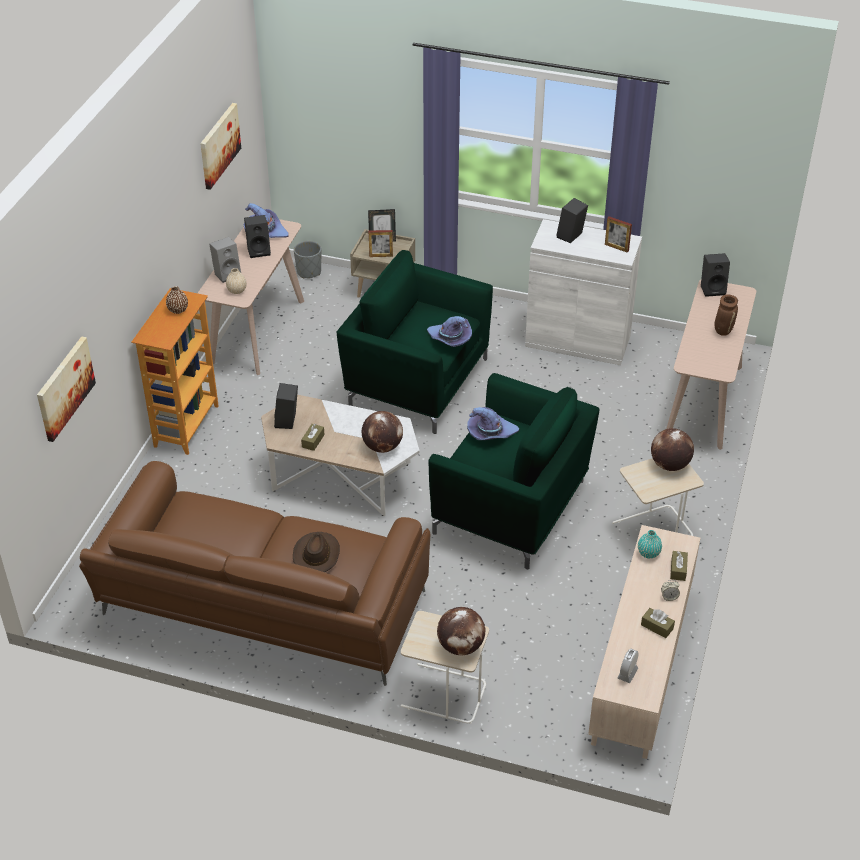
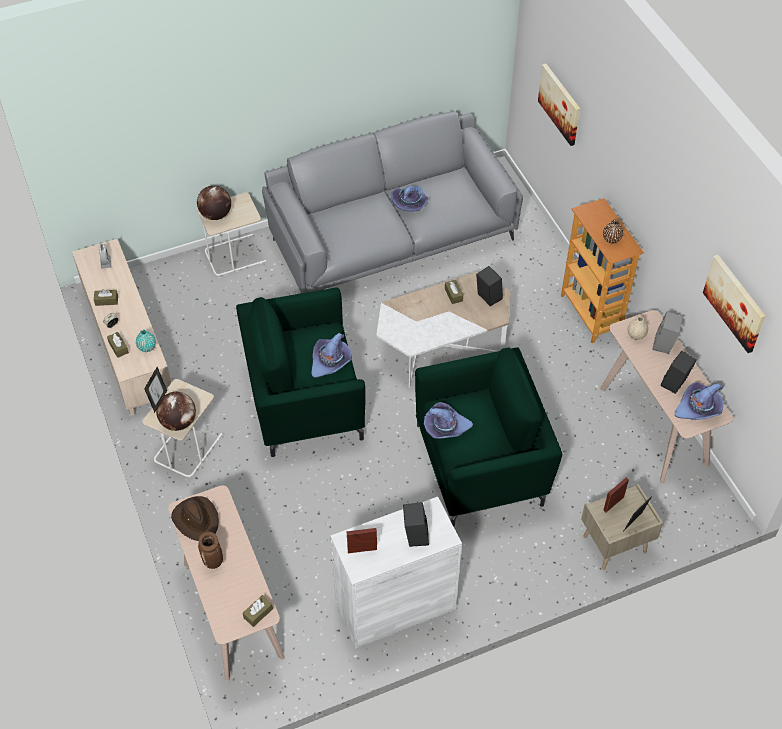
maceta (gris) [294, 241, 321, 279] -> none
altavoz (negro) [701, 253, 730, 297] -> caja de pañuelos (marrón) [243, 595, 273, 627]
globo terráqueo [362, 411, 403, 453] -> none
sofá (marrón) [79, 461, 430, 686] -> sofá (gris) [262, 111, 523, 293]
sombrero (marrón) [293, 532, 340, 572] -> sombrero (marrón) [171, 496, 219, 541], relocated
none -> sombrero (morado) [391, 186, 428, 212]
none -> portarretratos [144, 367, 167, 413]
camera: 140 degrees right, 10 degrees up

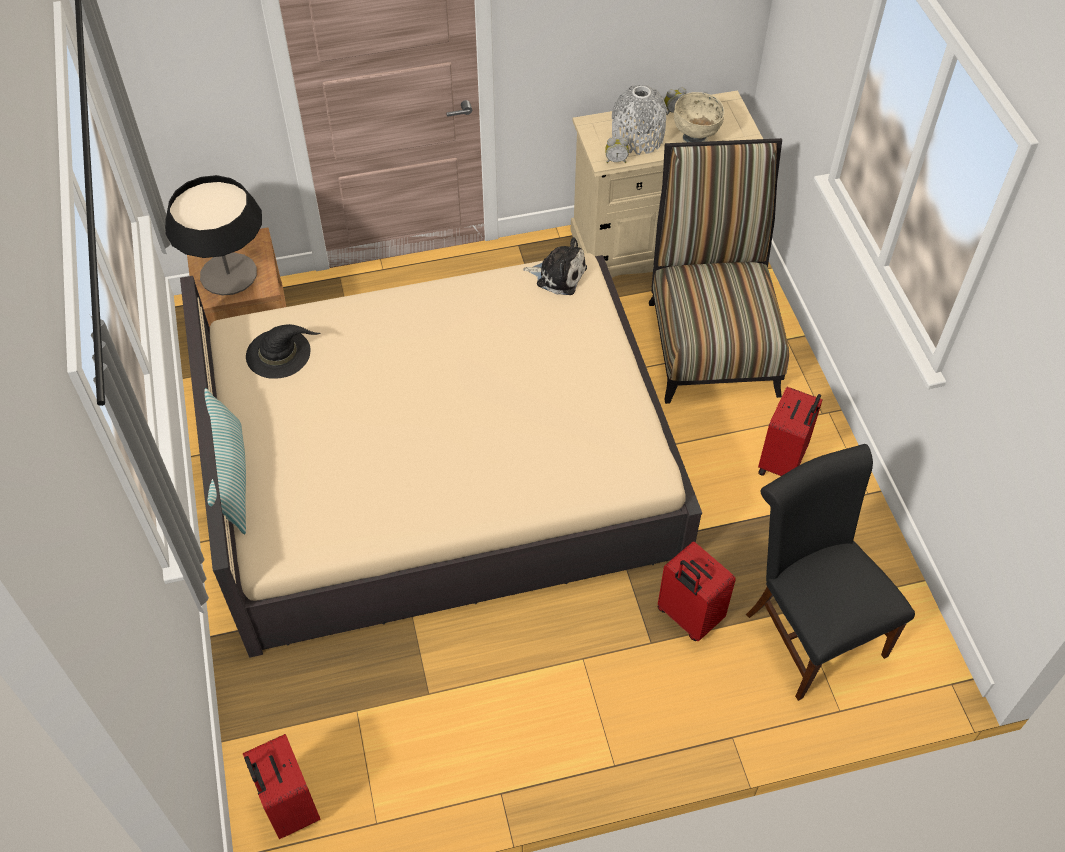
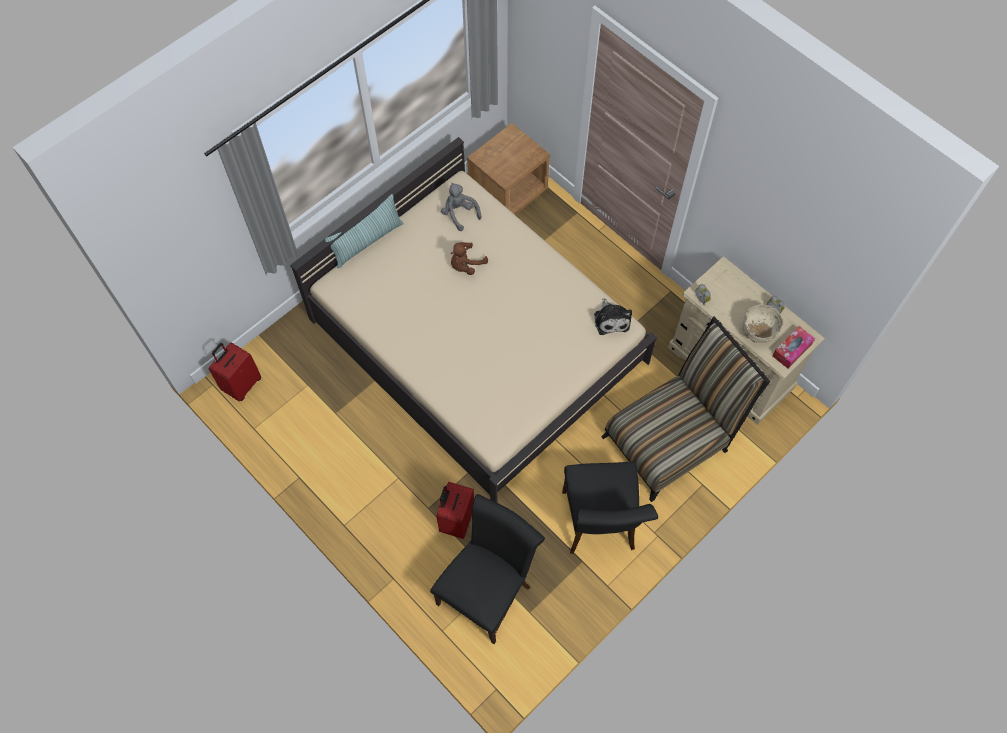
florero (gris) [612, 85, 668, 155] -> none
lámpara de mesa [165, 175, 262, 295] -> none
sombrero (negro) [246, 324, 320, 378] -> peluche (gris) [441, 183, 481, 231]
maleta (rojo) [758, 387, 823, 476] -> silla (negro) [562, 461, 658, 554]
none -> peluche (marrón) [450, 242, 488, 275]
none -> caja de pañuelos [772, 326, 815, 368]
camera: 60 degrees right, 10 degrees up

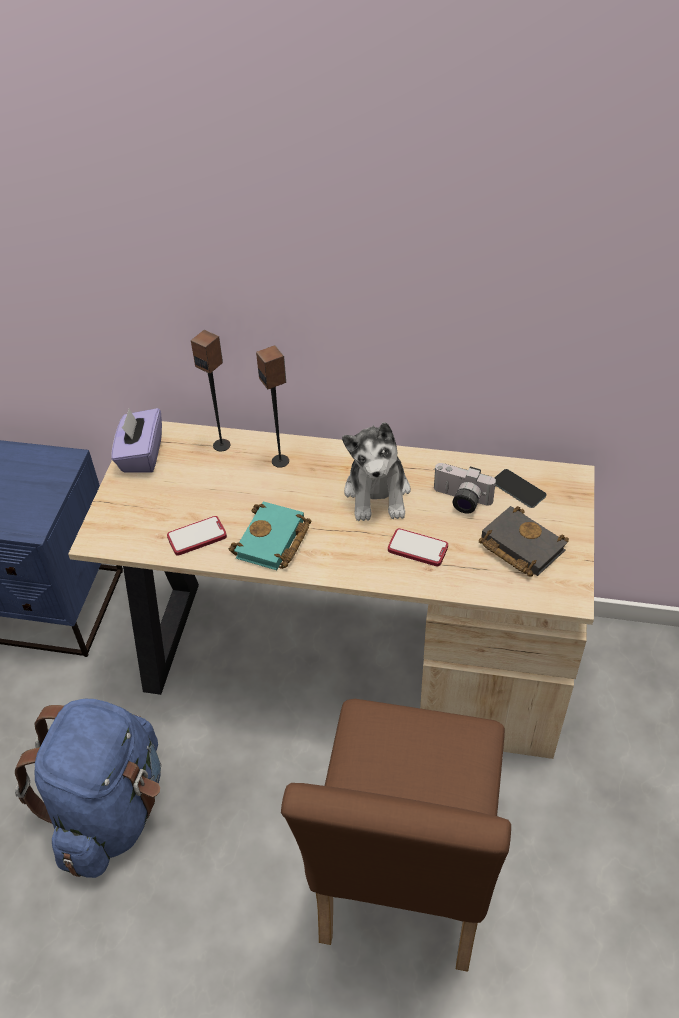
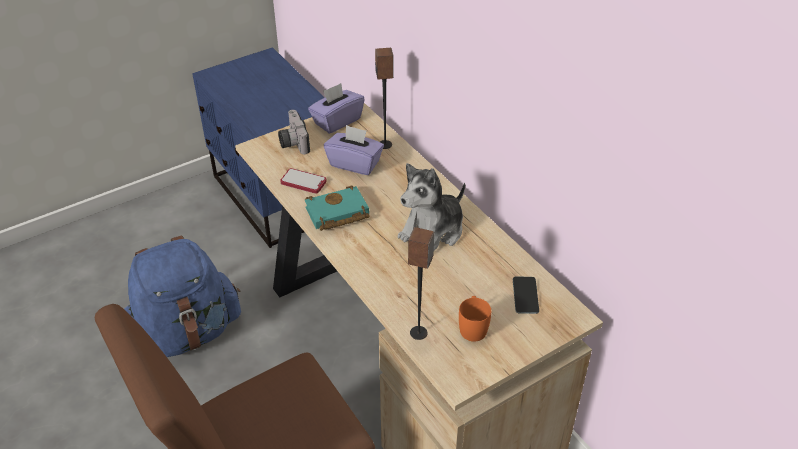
altavoz [256, 345, 289, 468] -> altavoz [408, 227, 434, 340], relocated
cámara [434, 463, 496, 514] -> cámara [278, 110, 310, 154], relocated
libro (negro) [479, 506, 569, 577] -> taza grande (naranja) [459, 296, 491, 342]
móvil [388, 528, 448, 567] -> none
none -> caja de pañuelos (morado) [324, 125, 384, 175]
camera: 45 degrees right, 5 degrees down

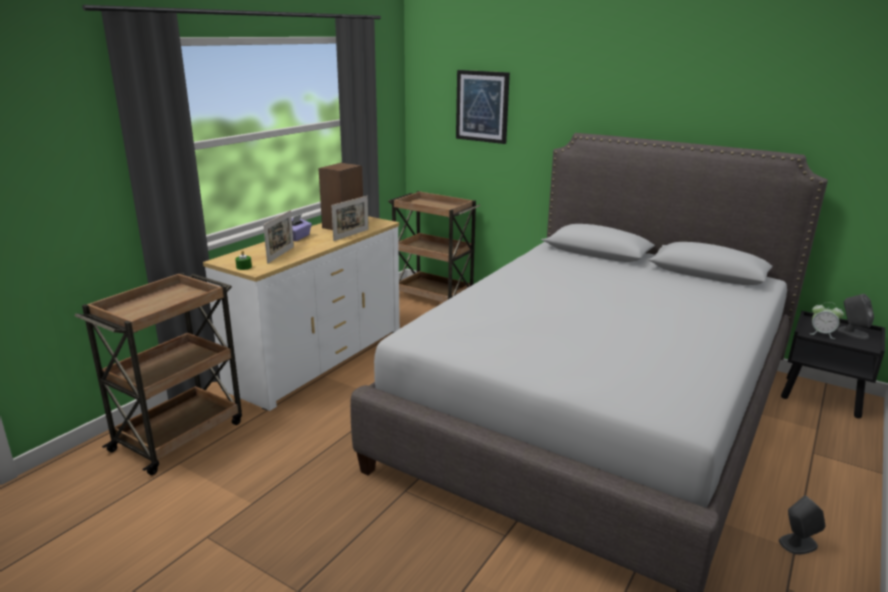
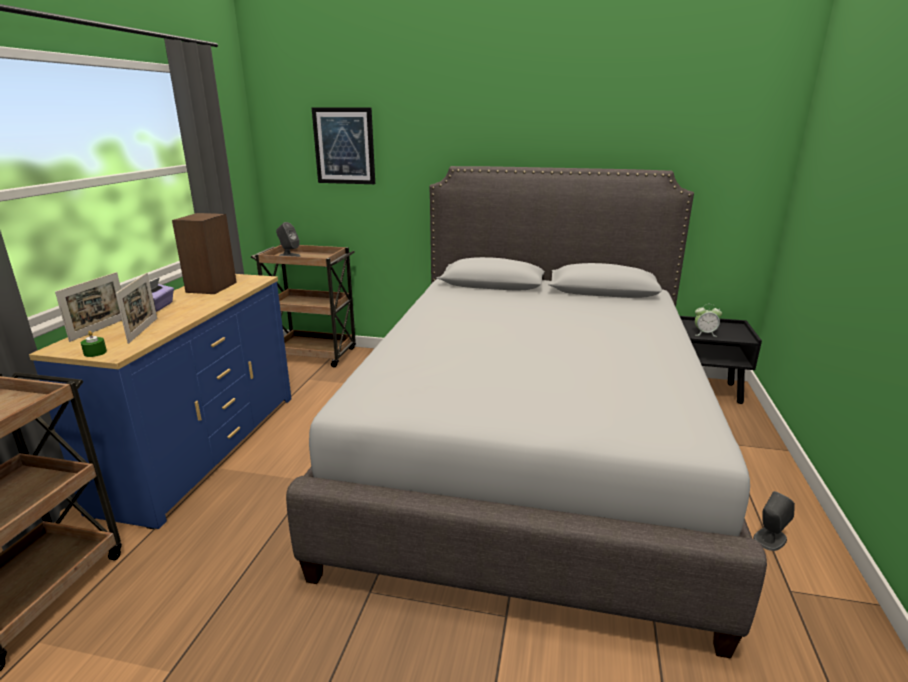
portarretratos [331, 196, 369, 241] -> portarretratos [55, 272, 122, 342], relocated
cómoda (blanco) [203, 216, 400, 411] -> cómoda (azul) [29, 274, 291, 529]
altavoz (gris) [837, 294, 874, 339] -> altavoz (gris) [276, 222, 300, 257], relocated
camera: 20 degrees left, 0 degrees up

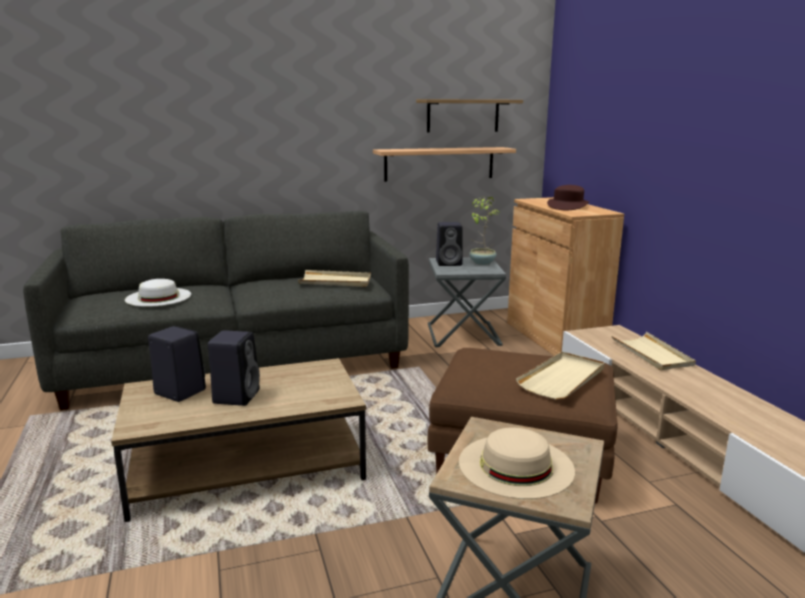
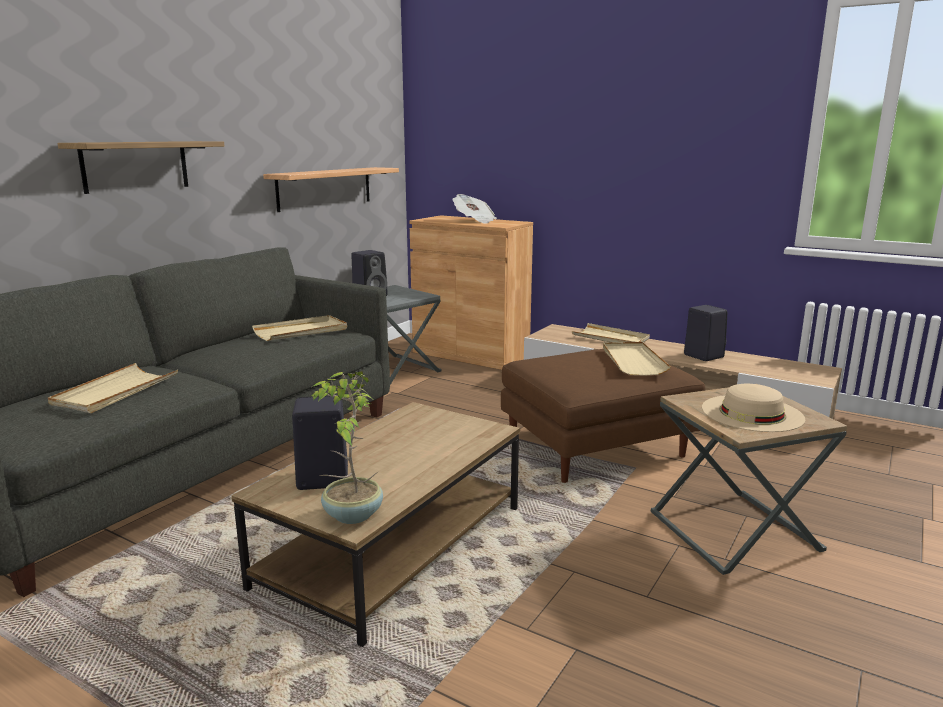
estante [416, 99, 523, 132] -> estante [57, 141, 224, 194], relocated
sombrero (marrón) [547, 185, 589, 210] -> periódico [452, 194, 497, 224]
planta en maceta [469, 196, 500, 265] -> planta en maceta [311, 371, 383, 524], relocated
sombrero (blanco) [125, 279, 191, 307] -> bandeja (beis) [48, 363, 178, 413]
altavoz (negro) [208, 330, 260, 406] -> altavoz (negro) [684, 305, 727, 361], relocated
camera: 40 degrees left, 0 degrees up

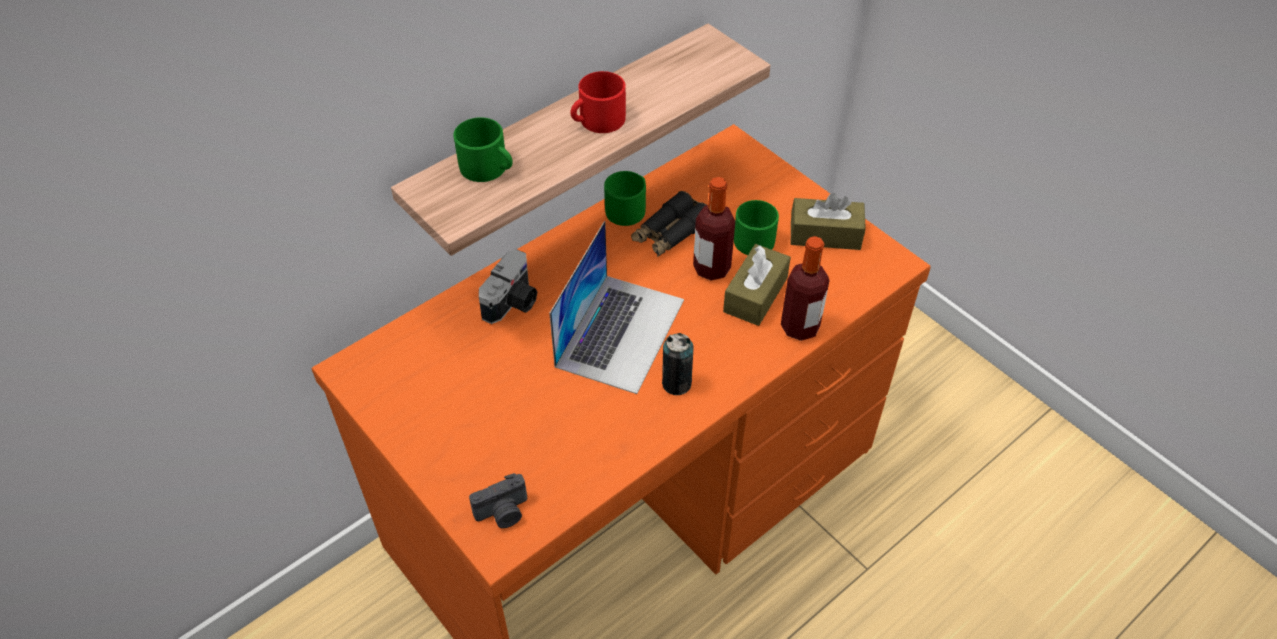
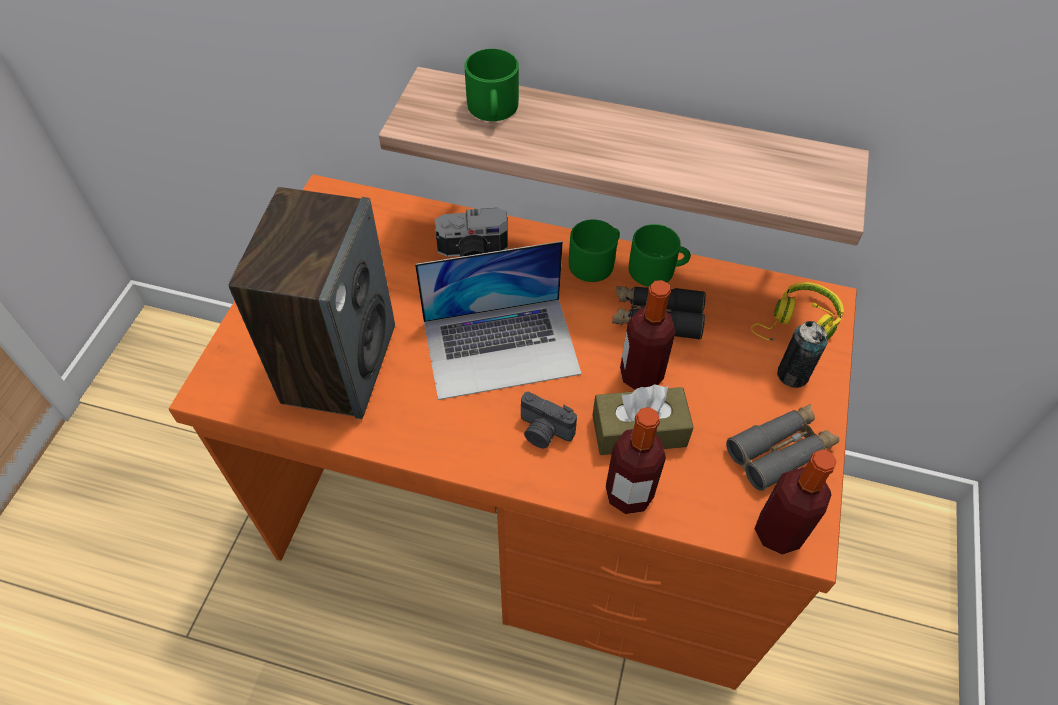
taza grande (rojo) [570, 71, 626, 133] -> none
caja de pañuelos (marrón) [791, 193, 866, 250] -> prismáticos (gris) [726, 404, 839, 491]
taza grande (verde) [734, 200, 779, 255] -> taza grande (verde) [569, 220, 620, 282], relocated
lata [662, 333, 694, 395] -> lata [777, 321, 828, 388], relocated
cámara [469, 473, 527, 528] -> cámara [521, 392, 577, 448], relocated
none -> altavoz [228, 187, 395, 419]
none -> auriculares (amarillo) [751, 282, 844, 340]
none -> botella [754, 449, 837, 555]
camera: 55 degrees right, 5 degrees up

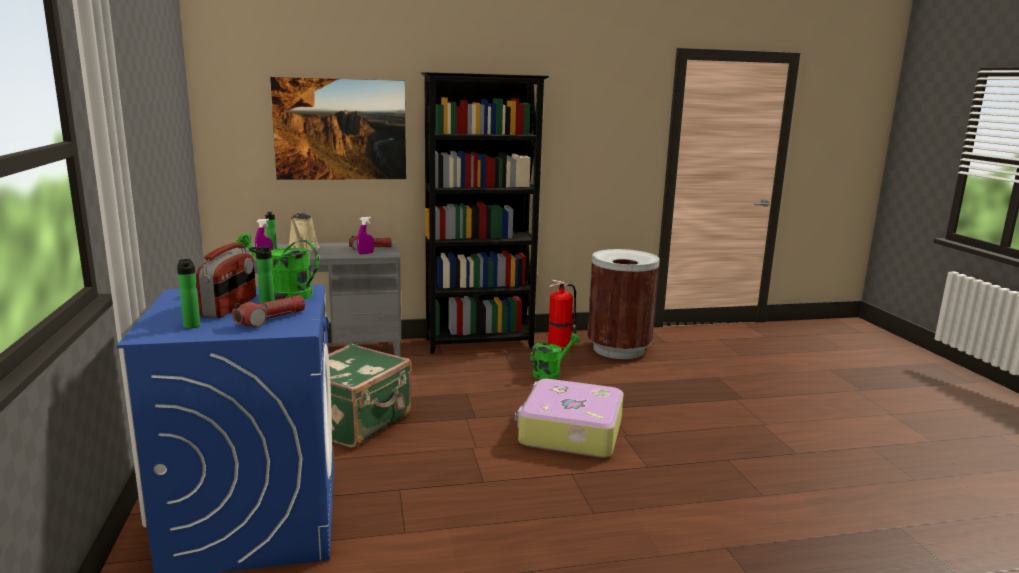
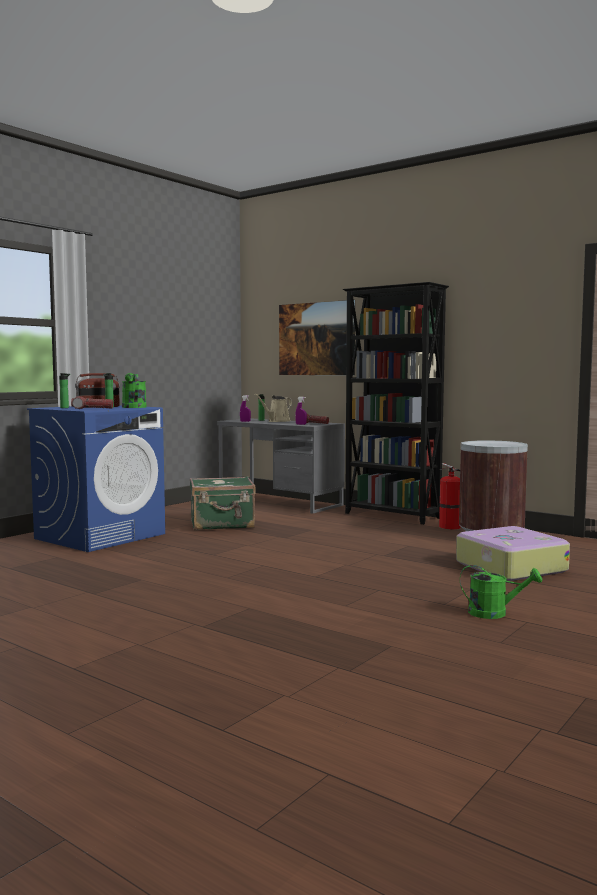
regadera (verde) [530, 333, 580, 380] -> regadera (verde) [460, 565, 542, 619], relocated
maleta [515, 379, 624, 458] -> maleta [456, 526, 570, 581], relocated
camera: 50 degrees right, 10 degrees down

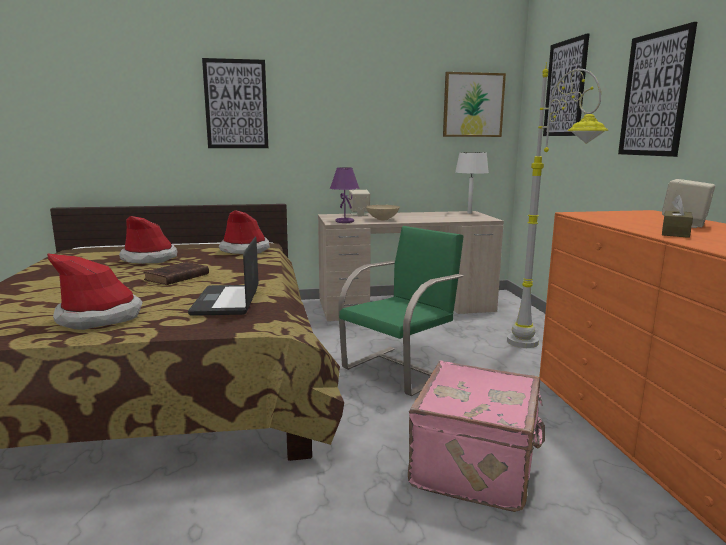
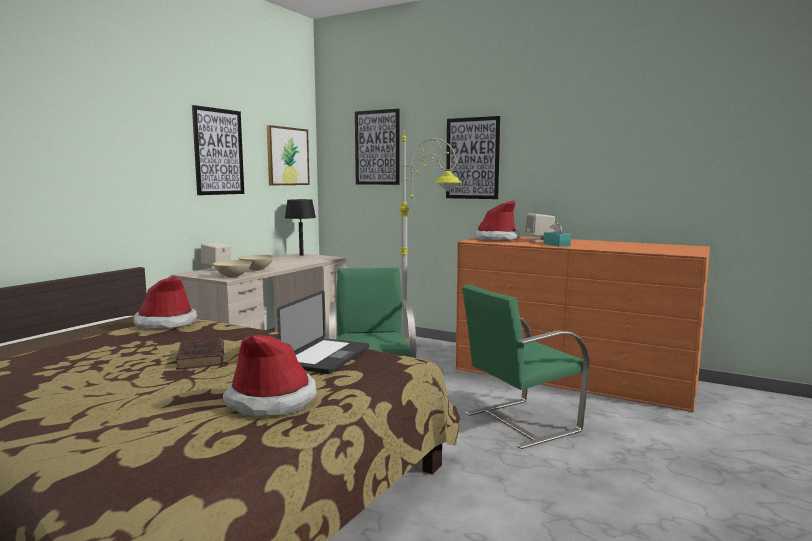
cuadro [202, 58, 268, 148] -> cuadro [192, 105, 244, 195], relocated
lámpara de mesa (blanco) [455, 152, 489, 214] -> lámpara de mesa (negro) [285, 199, 316, 256]
lámpara de mesa (morado) [330, 167, 360, 223] -> cuenco (beis) [213, 260, 252, 278]
caja de pañuelos (marrón) [662, 195, 693, 238] -> caja de pañuelos (turquesa) [543, 222, 571, 247]
sombrero [119, 216, 177, 264] -> sombrero [473, 200, 519, 241], relocated
portátil [188, 237, 259, 316] -> portátil [277, 290, 369, 374], 105 degrees counterclockwise
maleta (rosa) [408, 361, 545, 512] -> silla (verde) [462, 284, 590, 449]
camera: 50 degrees left, 5 degrees down

